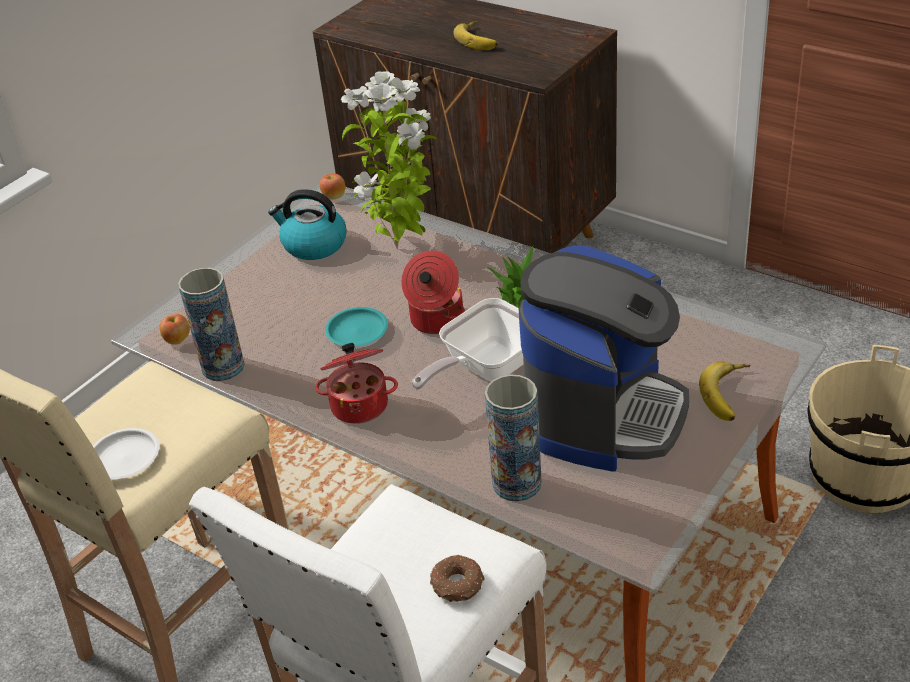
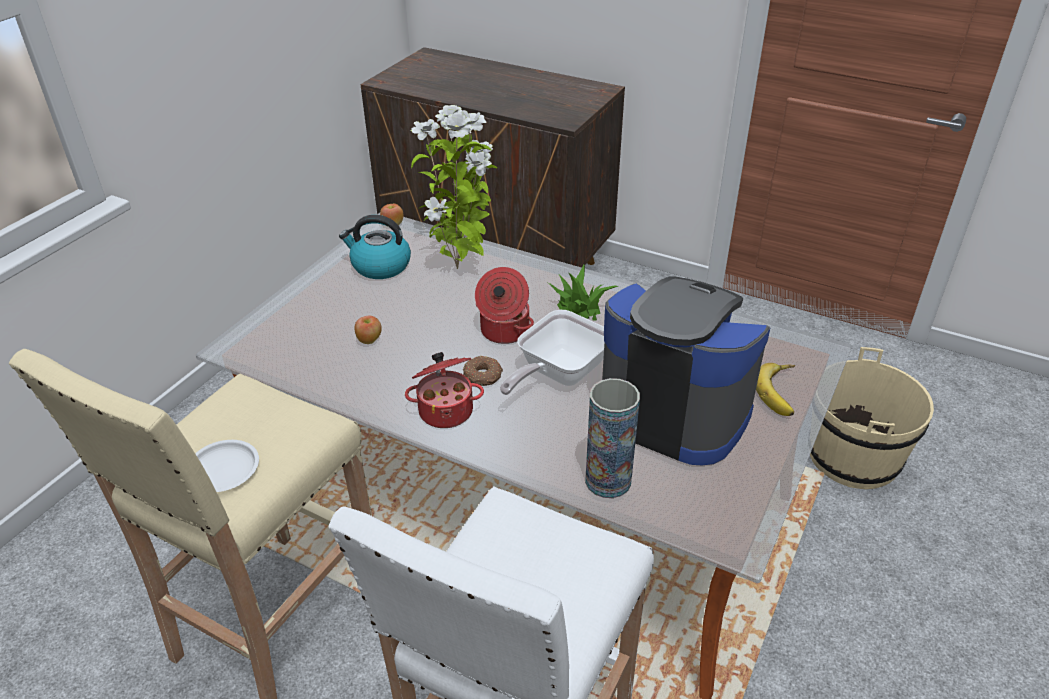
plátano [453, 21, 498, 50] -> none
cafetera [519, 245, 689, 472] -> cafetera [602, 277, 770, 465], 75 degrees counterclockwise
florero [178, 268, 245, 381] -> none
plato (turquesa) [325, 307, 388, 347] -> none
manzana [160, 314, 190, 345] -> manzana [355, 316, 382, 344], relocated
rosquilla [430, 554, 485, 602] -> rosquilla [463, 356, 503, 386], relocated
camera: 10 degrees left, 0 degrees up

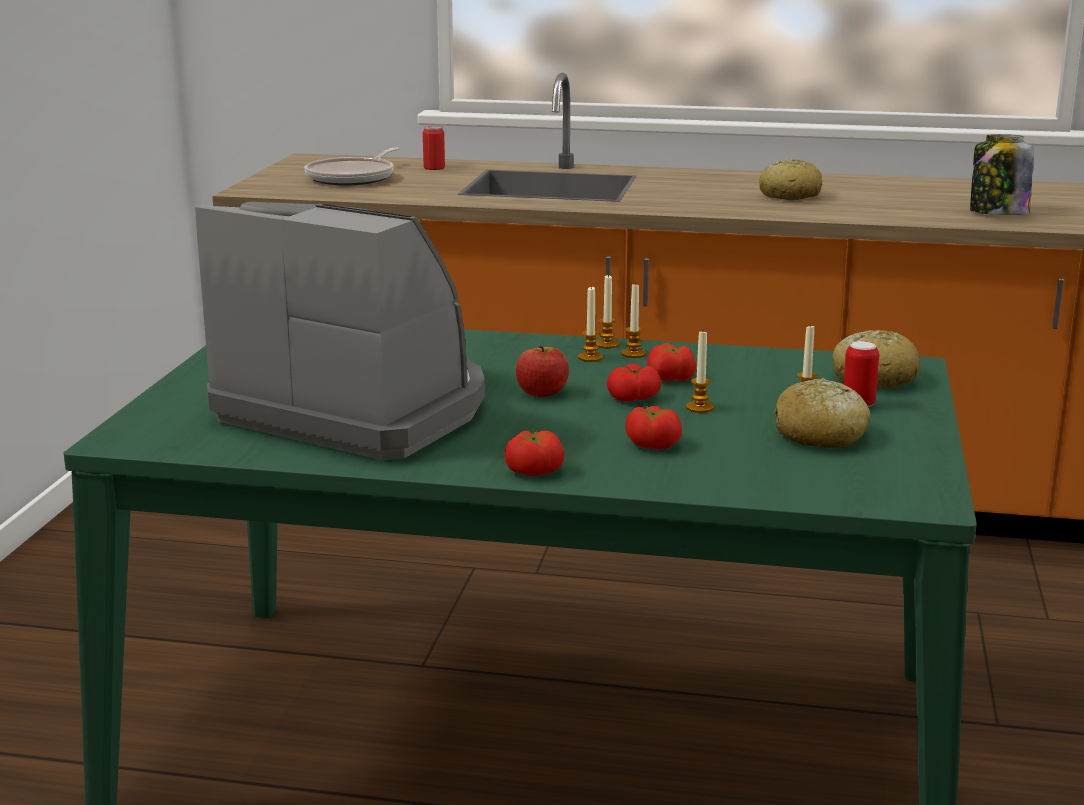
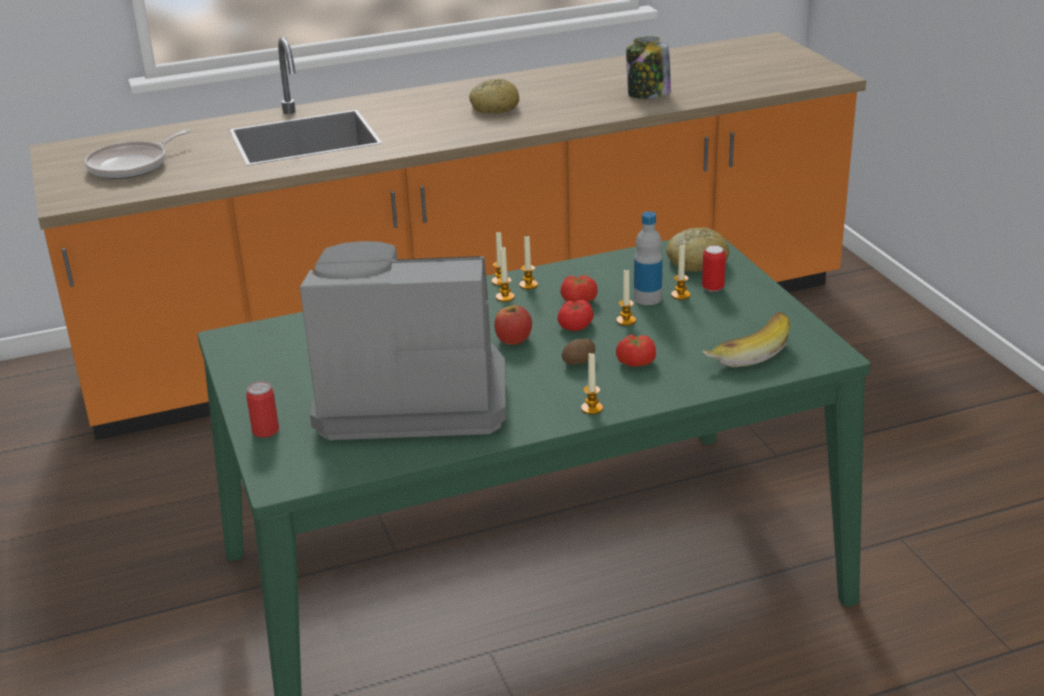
lata [423, 126, 445, 170] -> lata [246, 381, 279, 438], relocated
sartén [304, 148, 399, 185] -> sartén [84, 129, 191, 179], 45 degrees clockwise
pan [774, 378, 870, 448] -> none
tomate [505, 431, 564, 476] -> vela [581, 352, 603, 415]
none -> botella [634, 212, 663, 305]
none -> plátano [702, 312, 790, 367]
none -> patata [562, 339, 596, 365]
camera: 30 degrees left, 10 degrees up

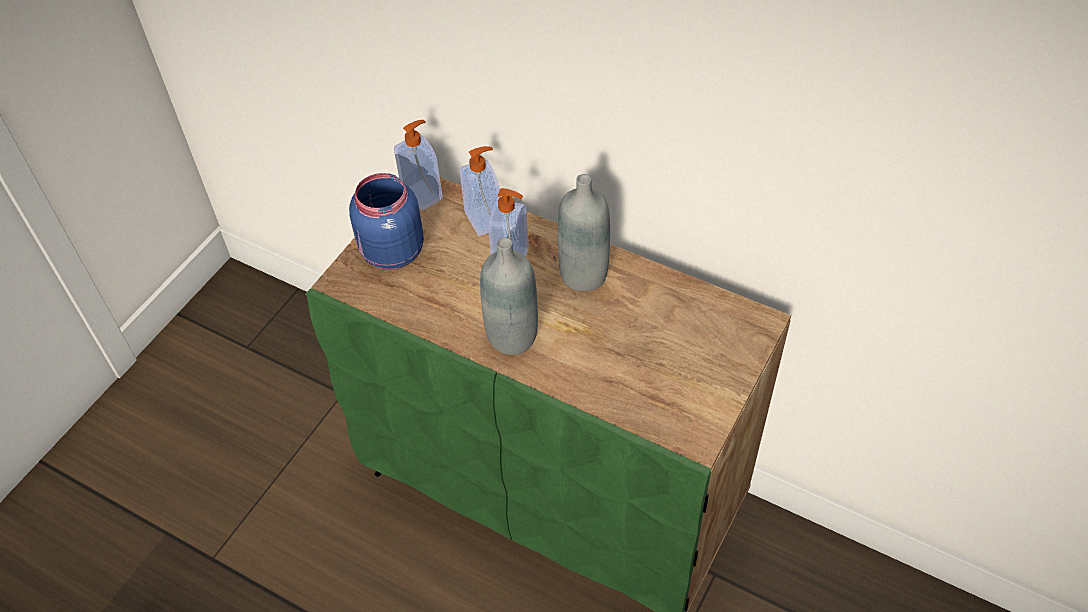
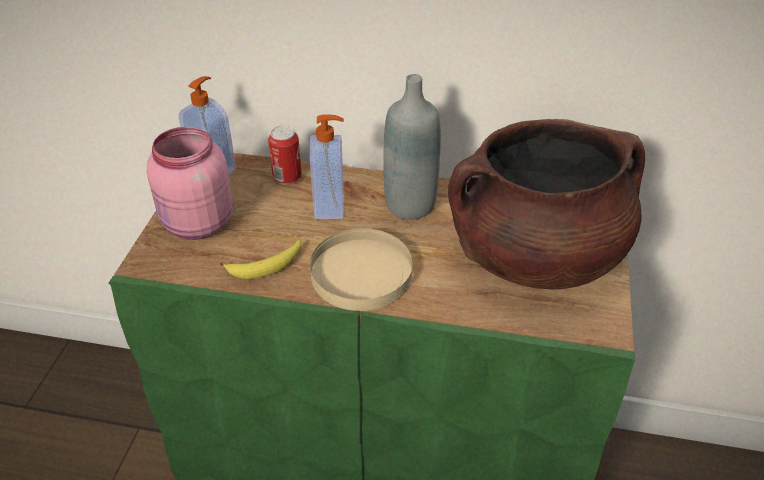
dispensador de jabón [460, 146, 500, 236] -> lata [268, 126, 302, 185]
tarro (azul) [349, 173, 424, 270] -> tarro (rosa) [147, 127, 233, 240]
botella (gris) [480, 238, 538, 355] -> plato (beis) [310, 228, 413, 311]
none -> olla (marrón) [448, 119, 645, 289]
none -> plátano [220, 240, 301, 279]
camera: 20 degrees left, 10 degrees down

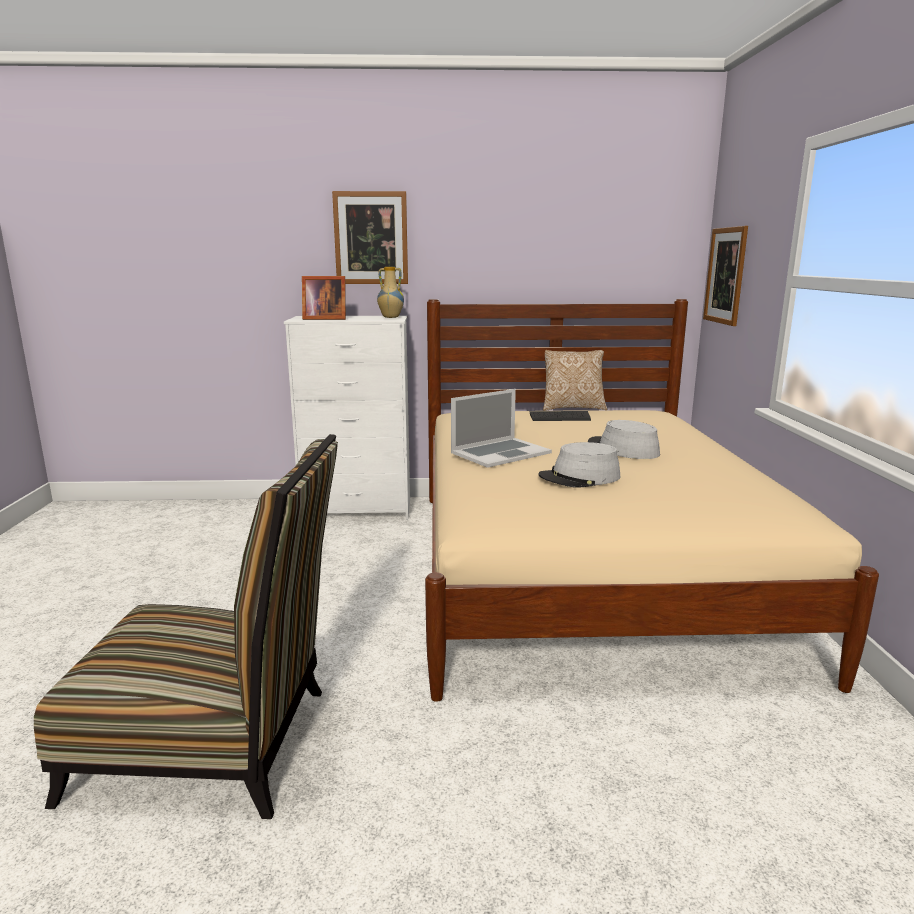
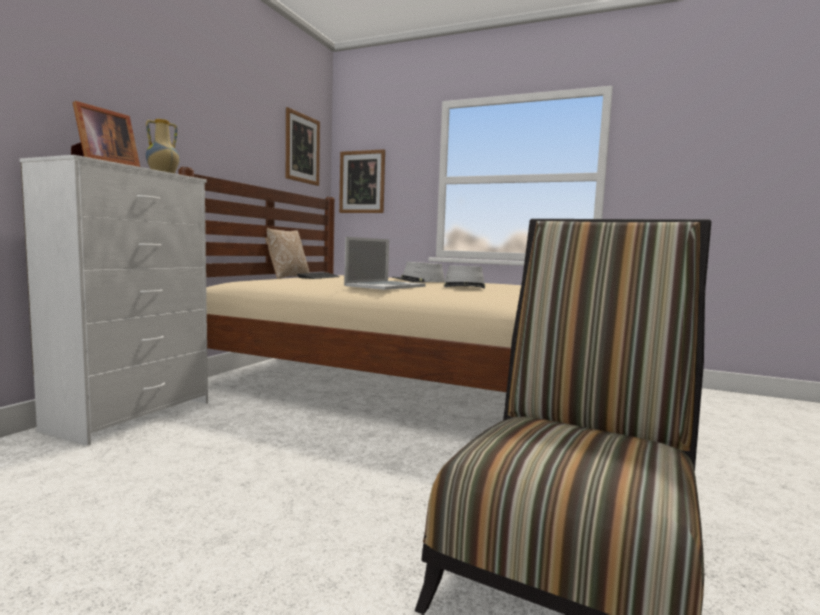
cuadro [332, 191, 408, 284] -> cuadro [286, 107, 320, 186], relocated
portátil [451, 389, 552, 468] -> portátil [344, 237, 426, 290], 45 degrees clockwise
camera: 65 degrees left, 10 degrees down

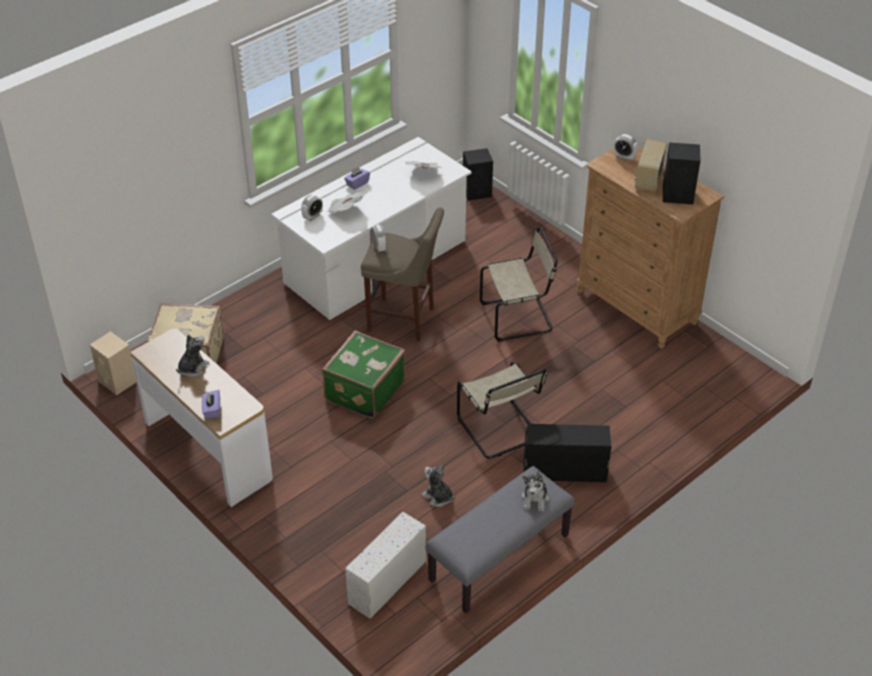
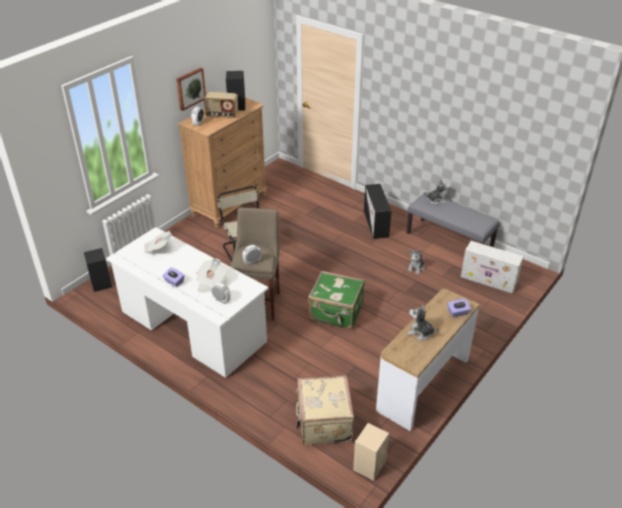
silla (beis) [457, 362, 547, 459] -> none
none -> cuadro [176, 67, 206, 111]
camera: 100 degrees left, 5 degrees down

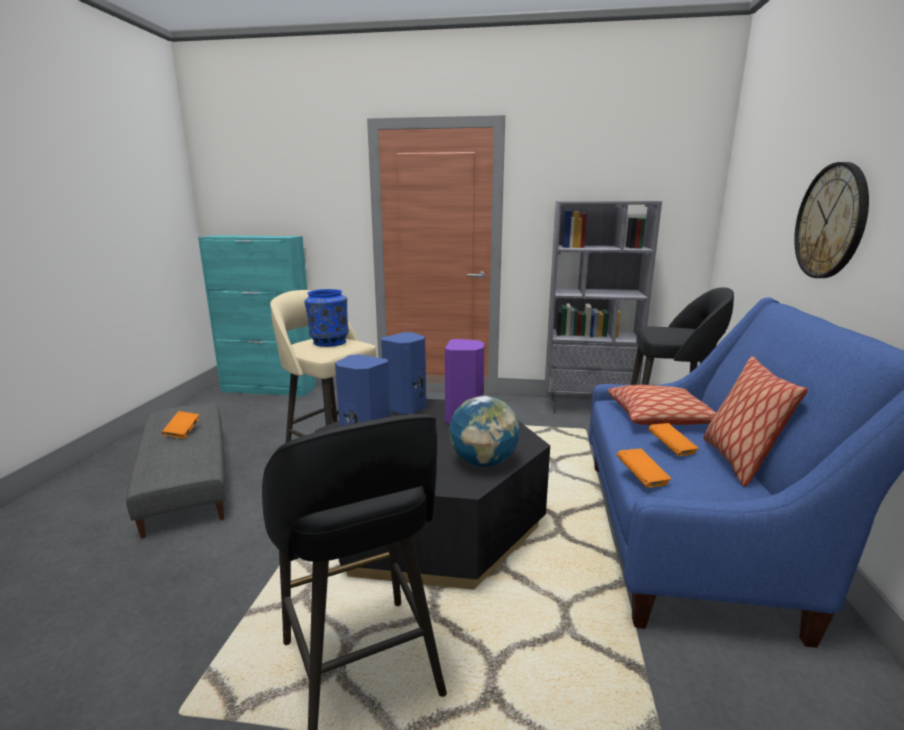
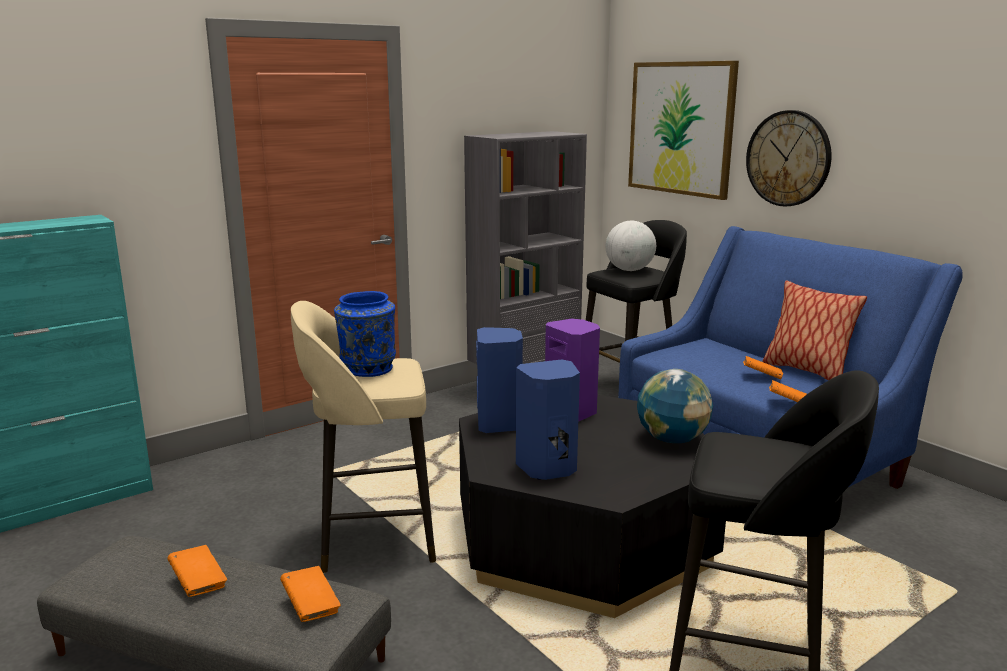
cojín [608, 385, 716, 425] -> none
none -> cuadro [628, 61, 739, 200]
none -> globo terráqueo [606, 221, 656, 271]
none -> libro (naranja) [280, 566, 341, 622]
camera: 45 degrees left, 0 degrees up

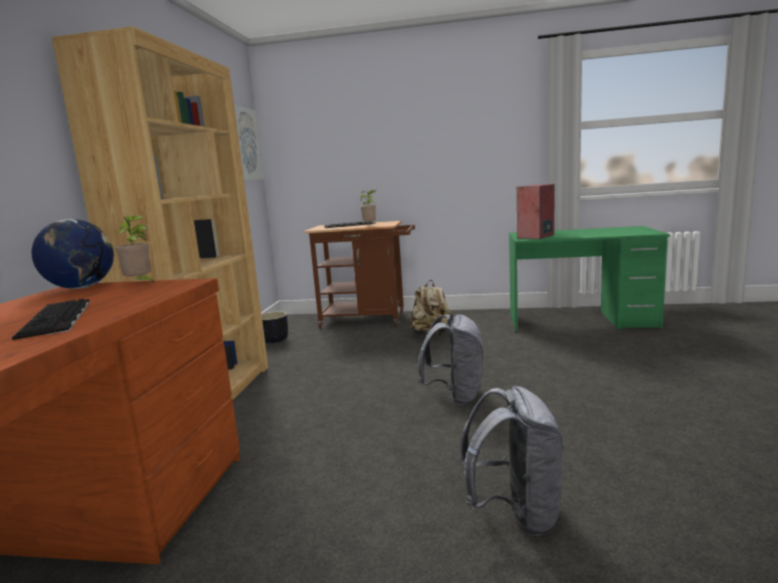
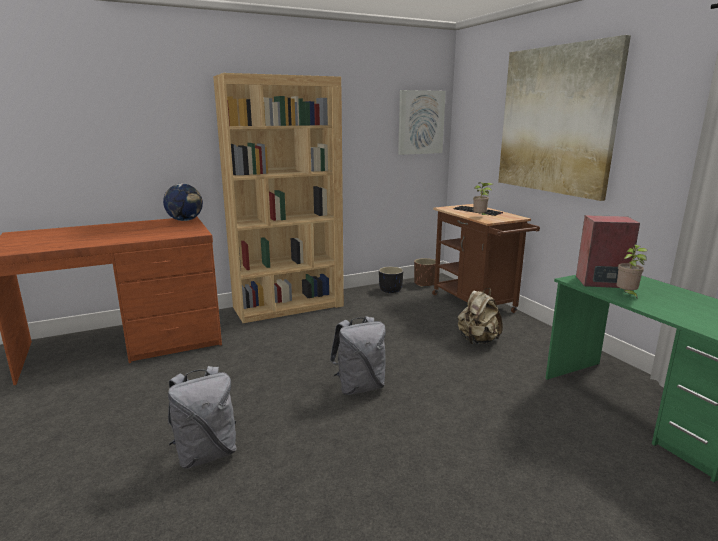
planta en maceta [115, 215, 154, 283] -> planta en maceta [616, 245, 647, 298], relocated
teclado [12, 299, 90, 340] -> none
none -> cuadro [498, 35, 631, 201]
none -> maceta (marrón) [414, 258, 436, 287]
camera: 55 degrees right, 5 degrees up

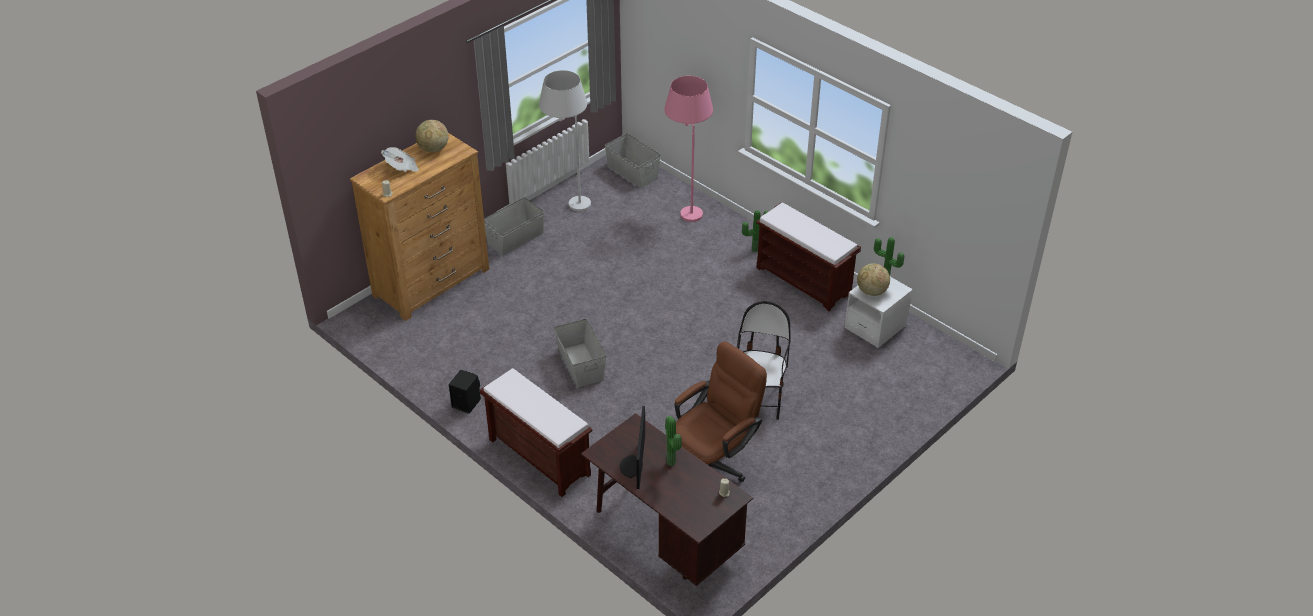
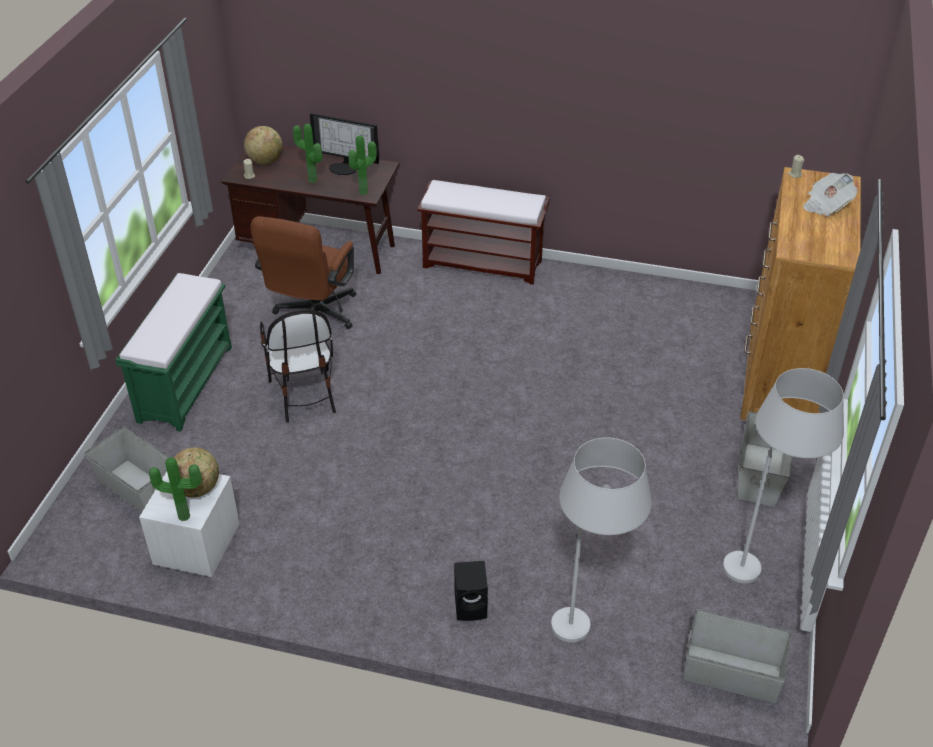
lámpara de pie (rosa) [664, 76, 713, 222] -> lámpara de pie (blanco) [551, 437, 652, 642]
globo terráqueo [415, 120, 448, 152] -> globo terráqueo [244, 126, 283, 165], relocated
banco (marrón) [756, 202, 861, 312] -> none
planta en maceta [742, 210, 769, 252] -> planta en maceta [348, 135, 377, 195], relocated
caja de almacenaje (gris) [554, 318, 607, 387] -> caja de almacenaje (gris) [84, 426, 170, 512], relocated
altavoz (negro) [449, 370, 481, 414] -> altavoz (negro) [454, 561, 488, 621], relocated
monitor [620, 406, 645, 489] -> monitor [310, 113, 379, 175], 135 degrees clockwise
none -> banco (verde) [115, 273, 232, 432]
camera: 150 degrees right, 0 degrees up

